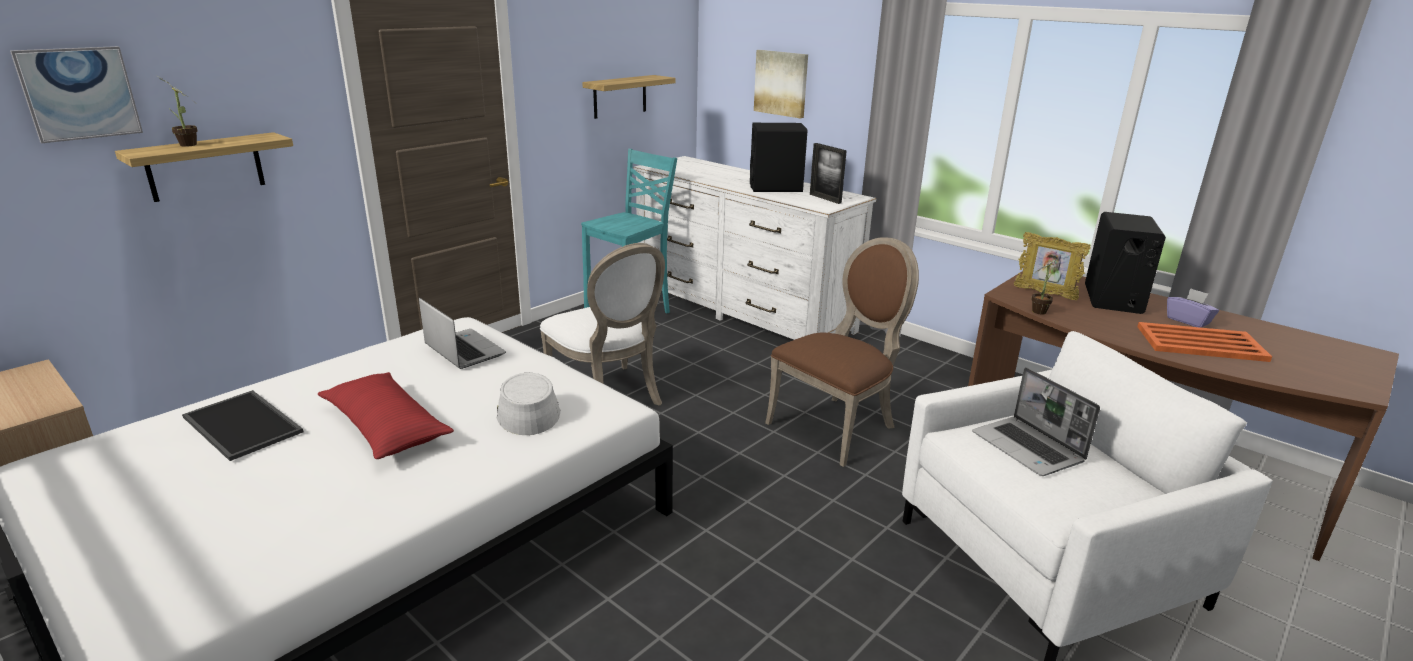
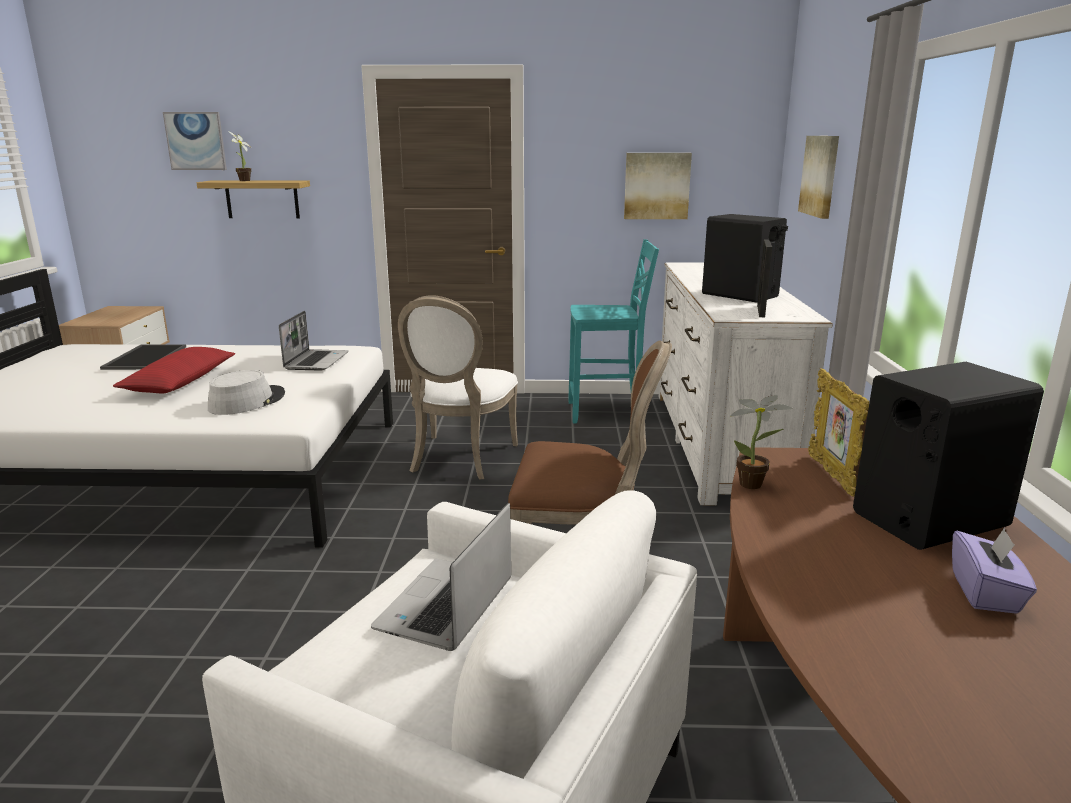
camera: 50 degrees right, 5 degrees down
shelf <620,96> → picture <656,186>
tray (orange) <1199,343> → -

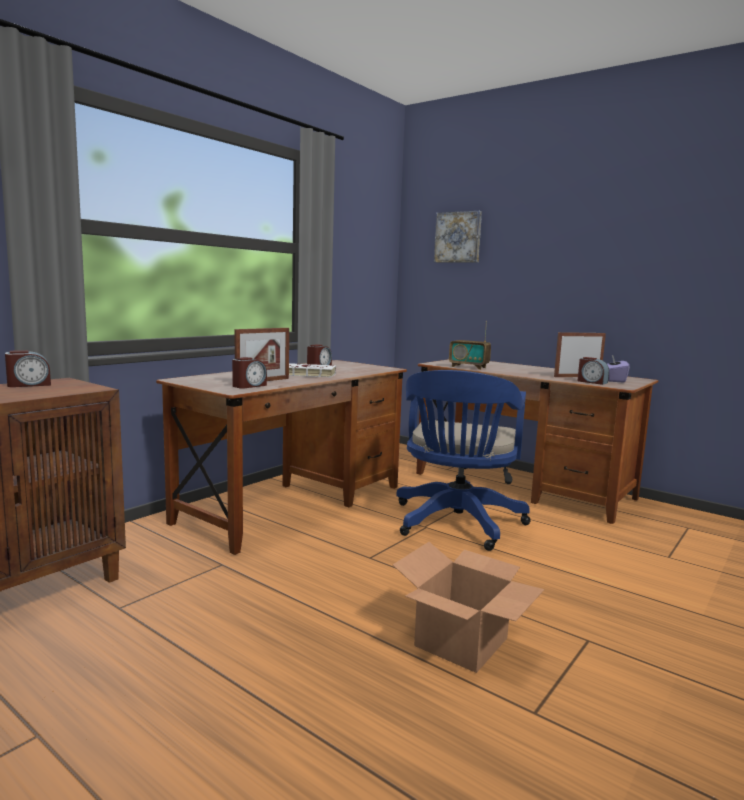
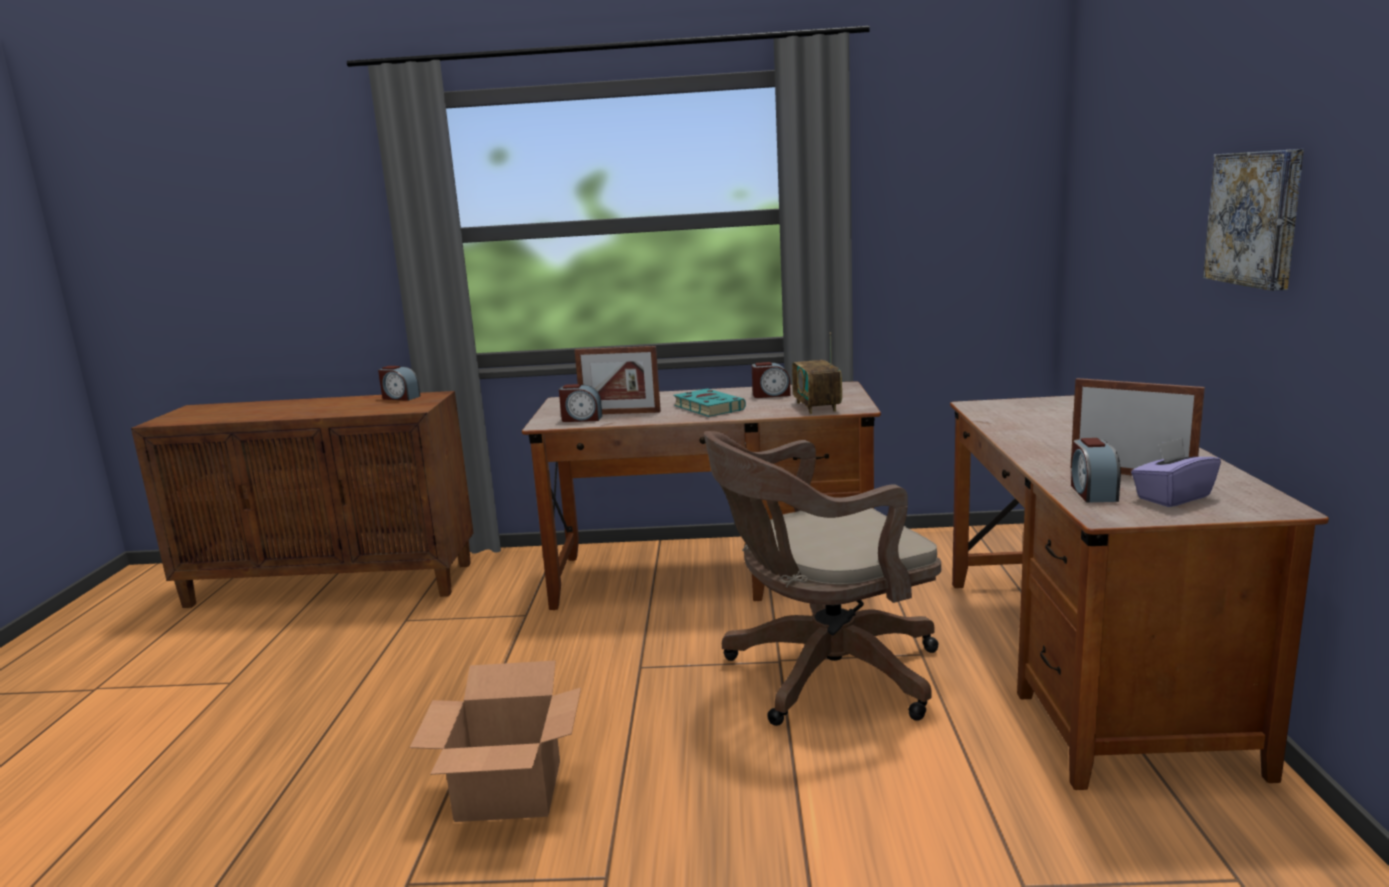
camera: 55 degrees right, 5 degrees up
picture <458,237> → picture <1257,218>, move
radio <468,367> → radio <817,407>, move
book (white) <308,374> → book (turquoise) <707,407>
office chair (blue) <456,524> → office chair (brown) <823,675>

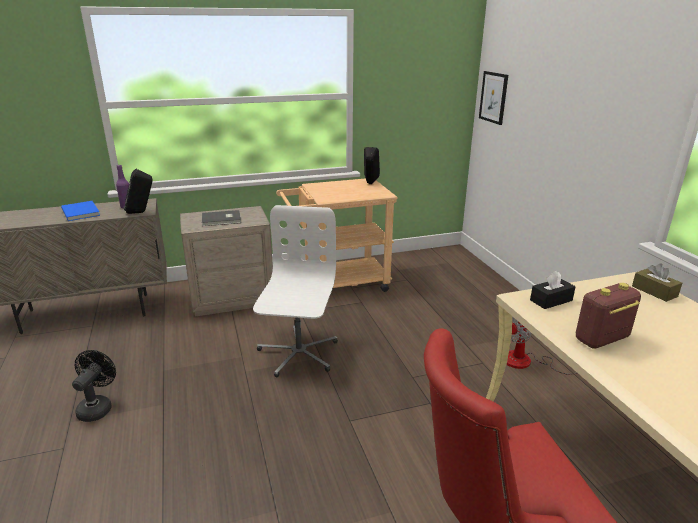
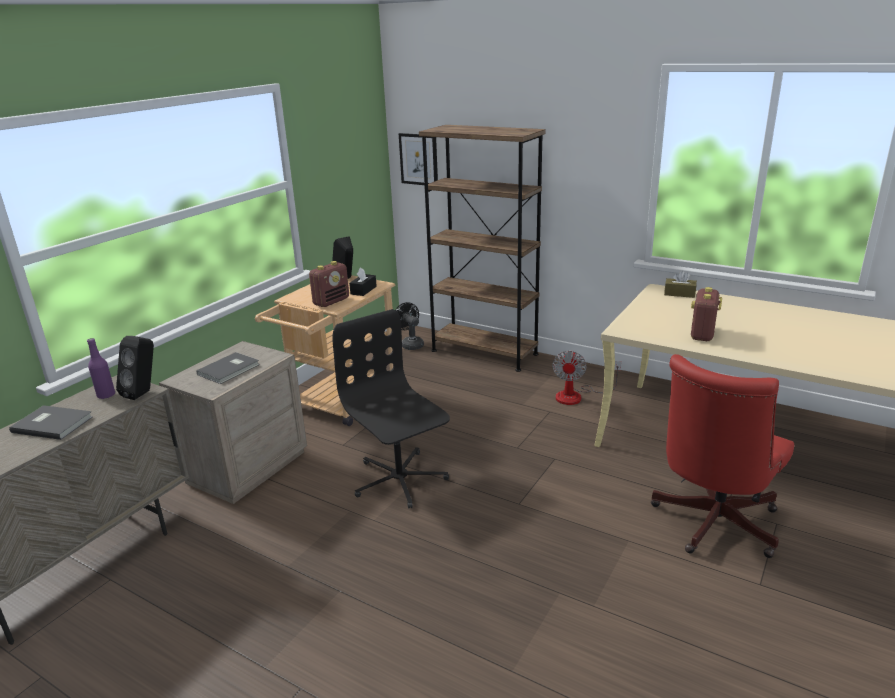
camera: 40 degrees left, 0 degrees up
book (blue) <82,212> → book (grey) <53,423>
office chair (white) <298,353> → office chair (black) <399,480>
tissue box (black) <551,300> → tissue box (black) <363,290>, move
fan (black) <97,407> → fan (black) <410,344>, move
- → bookcase (brown) <484,352>
- → radio <331,301>

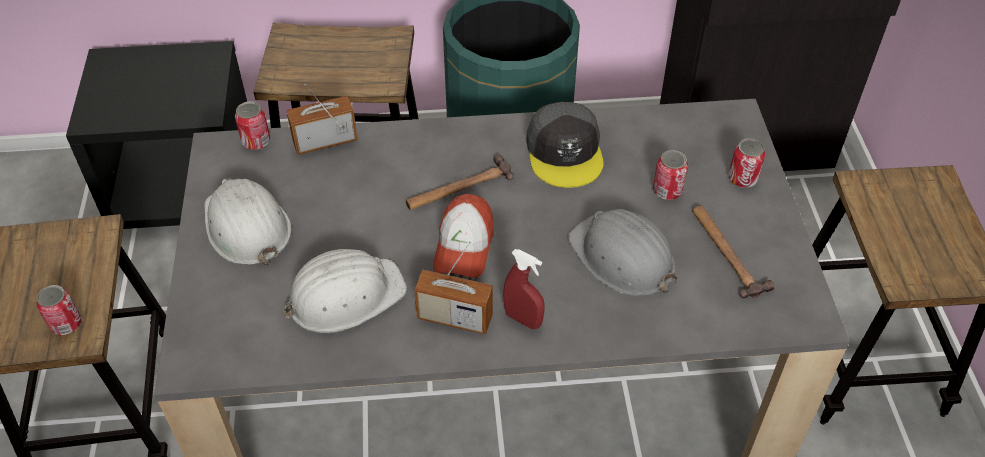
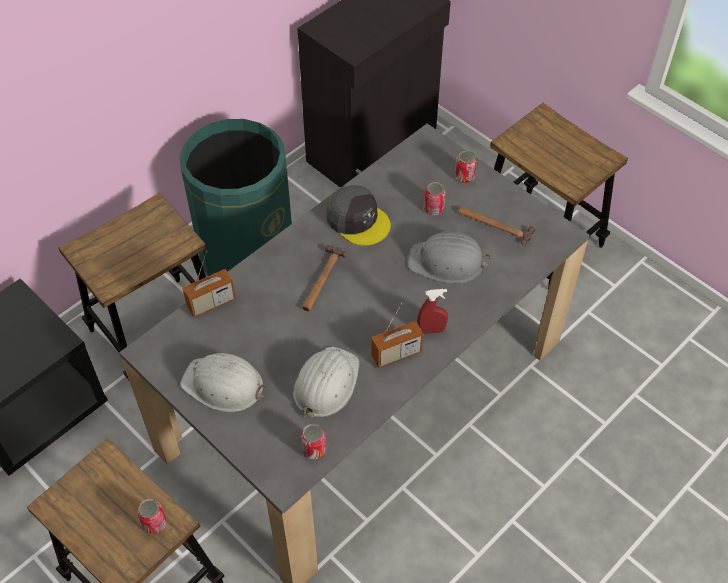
camera: 40 degrees left, 5 degrees up
radio <325,141> → radio <211,303>, 150 degrees counterclockwise
can <256,141> → can <314,449>, move
cap <464,246> → -

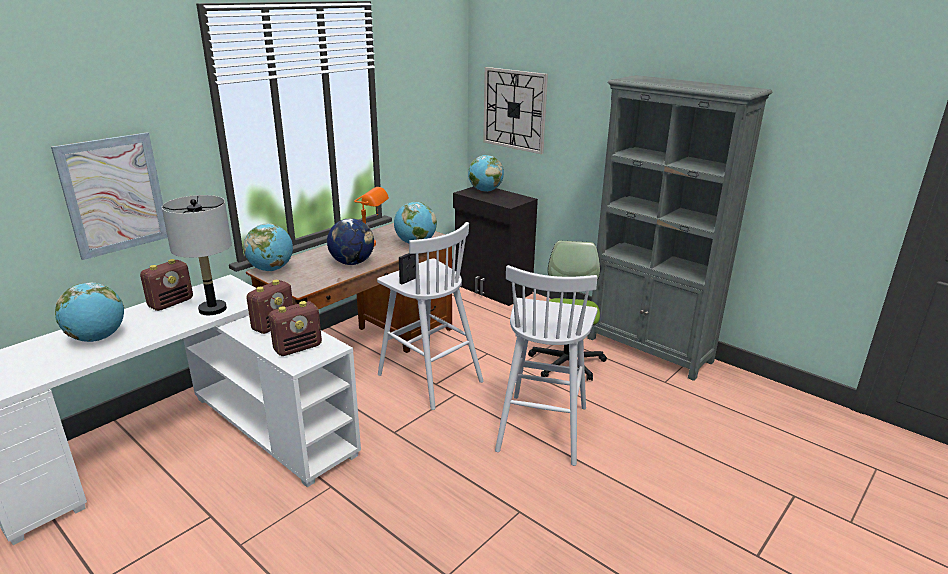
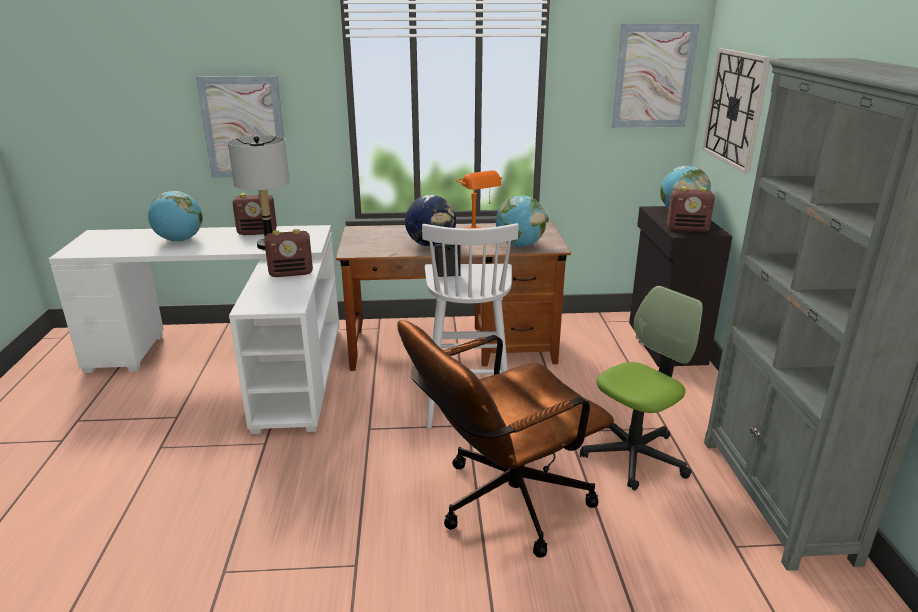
camera: 45 degrees right, 0 degrees up
globe <271,269> → -
stool (white) <543,427> → office chair (brown) <501,504>
radio <298,348> → radio <687,229>, move
- → picture <653,76>

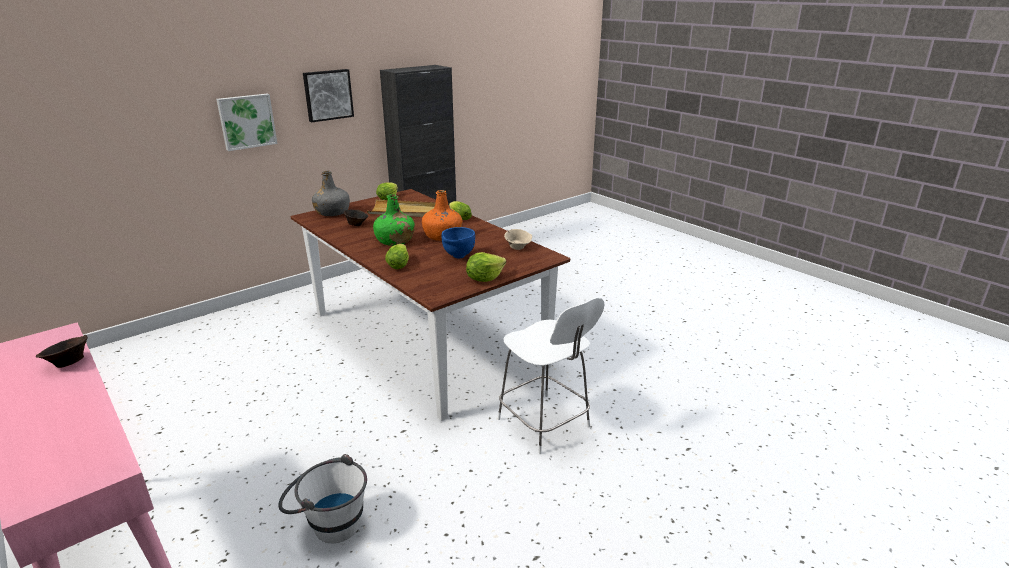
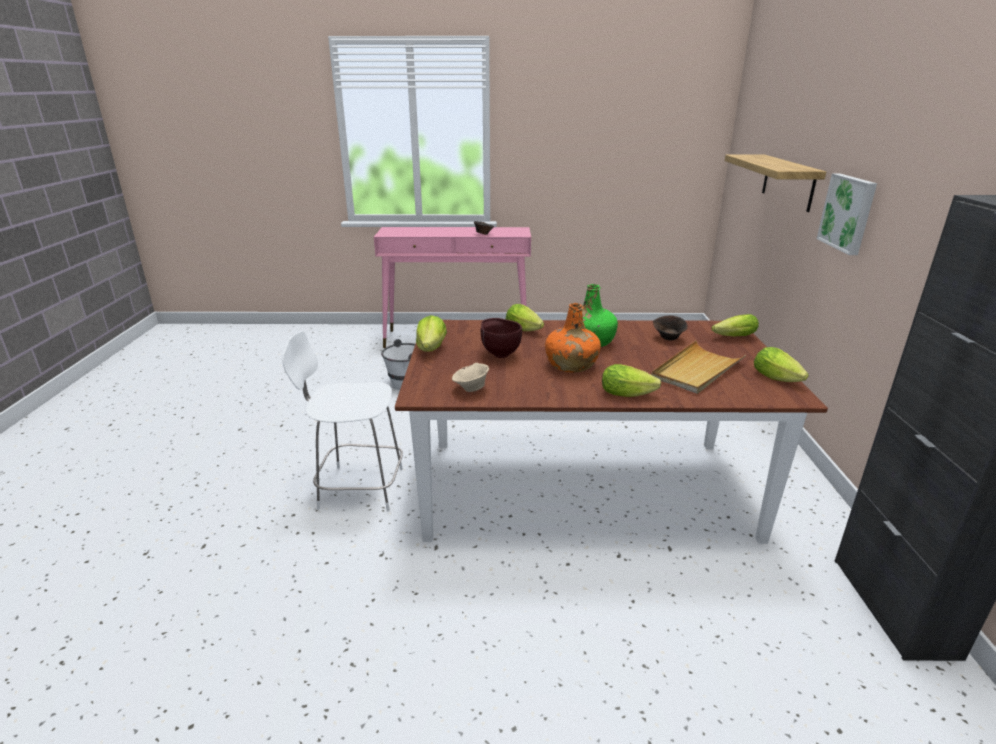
camera: 130 degrees right, 0 degrees up
picture <328,95> → -
bottle (grey) <332,212> → lettuce <732,337>
bowl (blue) <458,257> → bowl (brown) <500,354>
- → shelf <788,182>

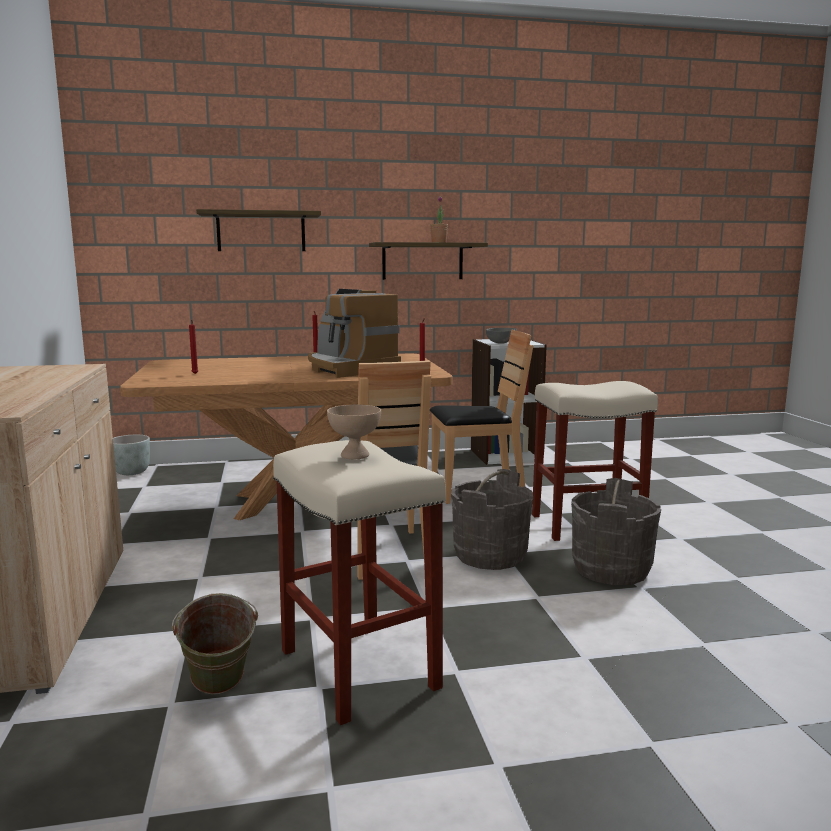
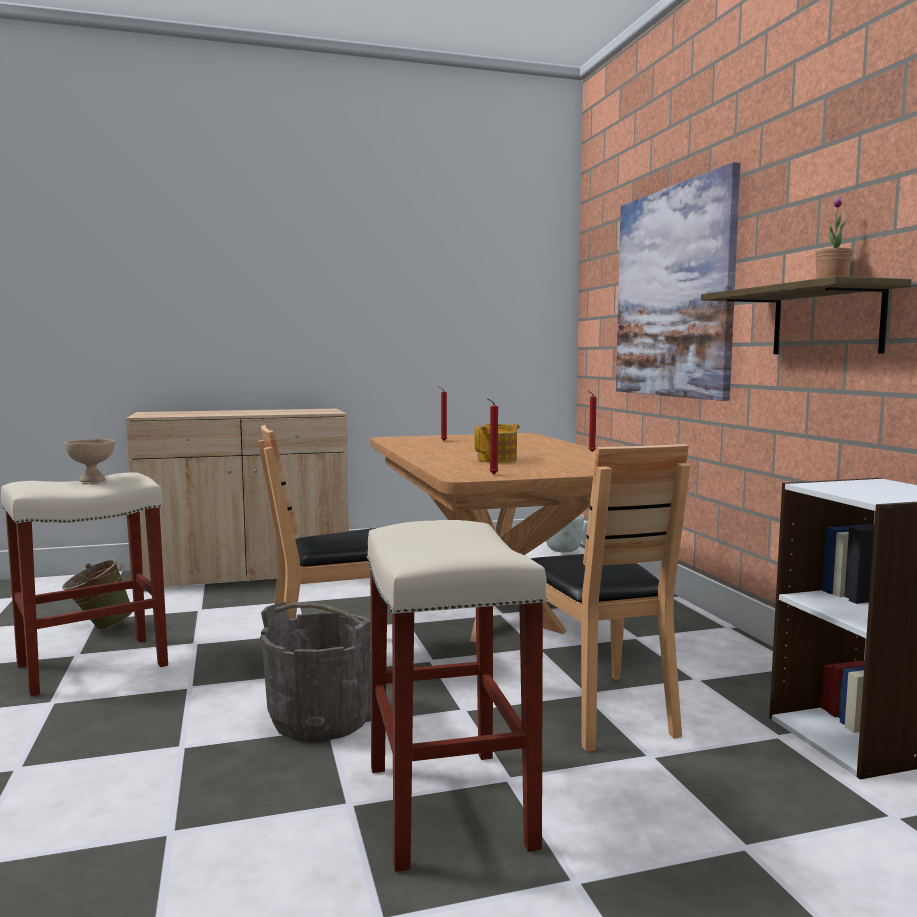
camera: 85 degrees right, 5 degrees down
shelf <261,232> → picture <673,293>
coffee machine <348,369> → teapot <498,460>
bowl (grey) <501,343> → -
bucket (grey) <611,569> → -

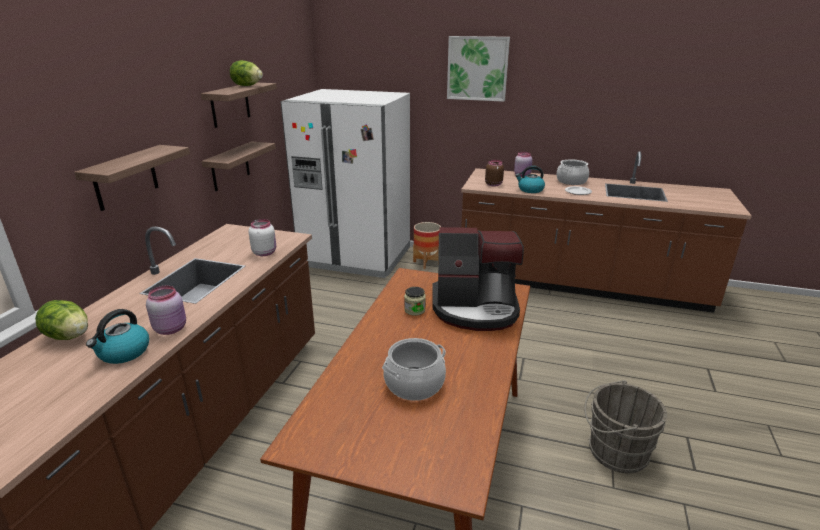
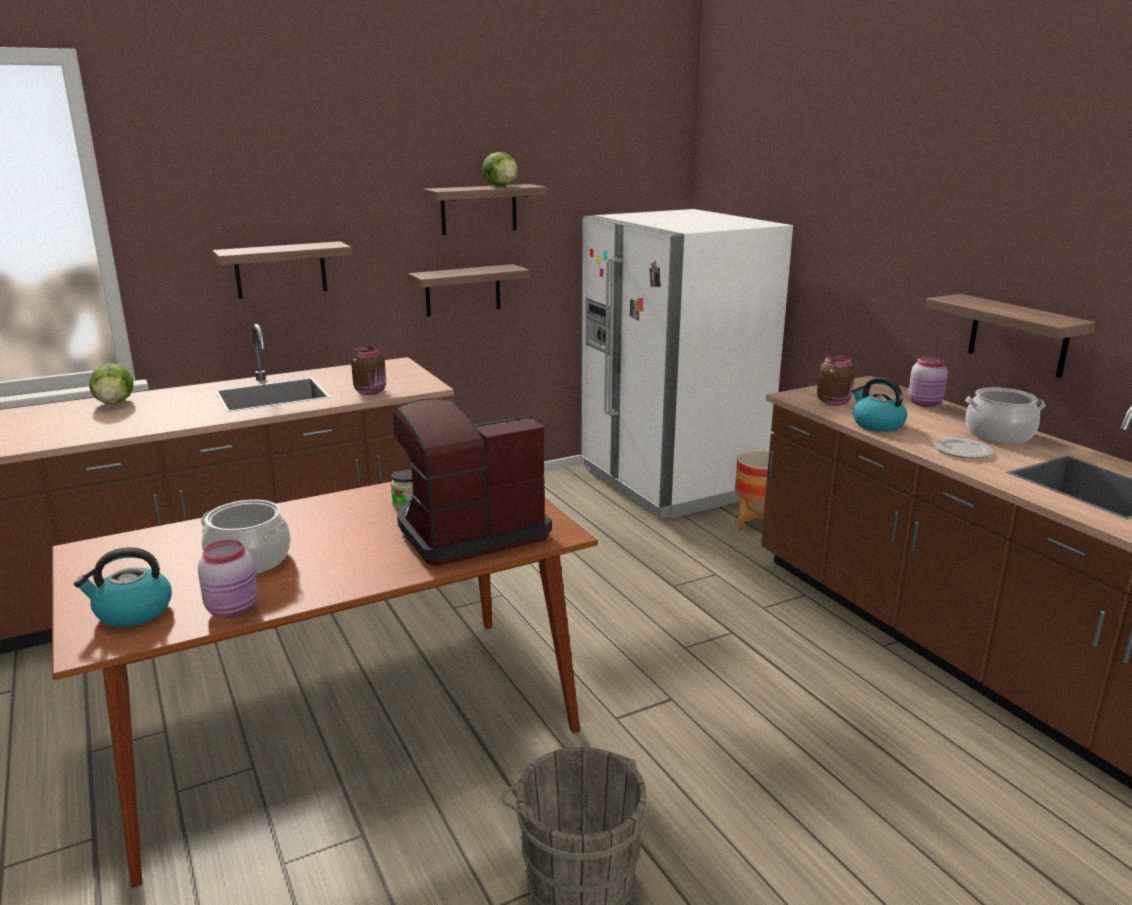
camera: 45 degrees right, 5 degrees down
picture <477,68> → -
jar (white) <265,252> → jar (brown) <371,391>
coffee machine <475,308> → coffee machine <469,531>, 105 degrees clockwise
jar (pink) <171,328> → jar (pink) <234,609>, move
kettle <123,353> → kettle <132,612>, move
- → shelf <1018,336>

